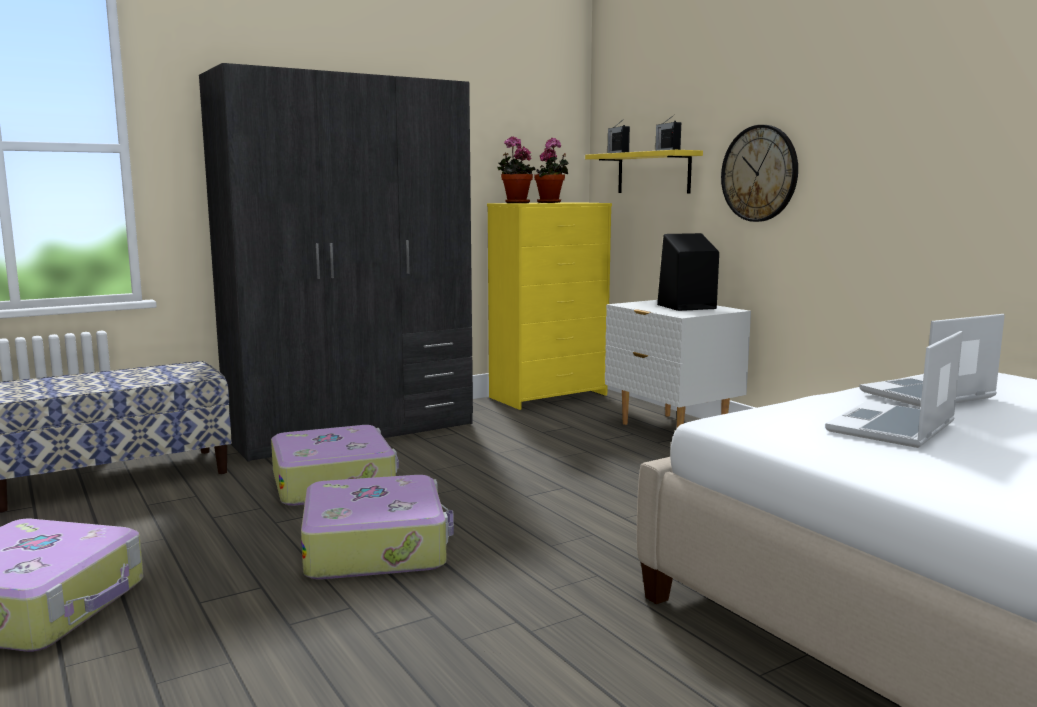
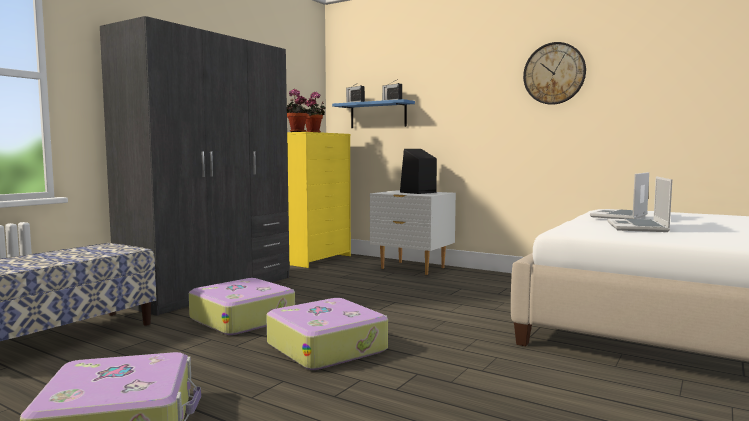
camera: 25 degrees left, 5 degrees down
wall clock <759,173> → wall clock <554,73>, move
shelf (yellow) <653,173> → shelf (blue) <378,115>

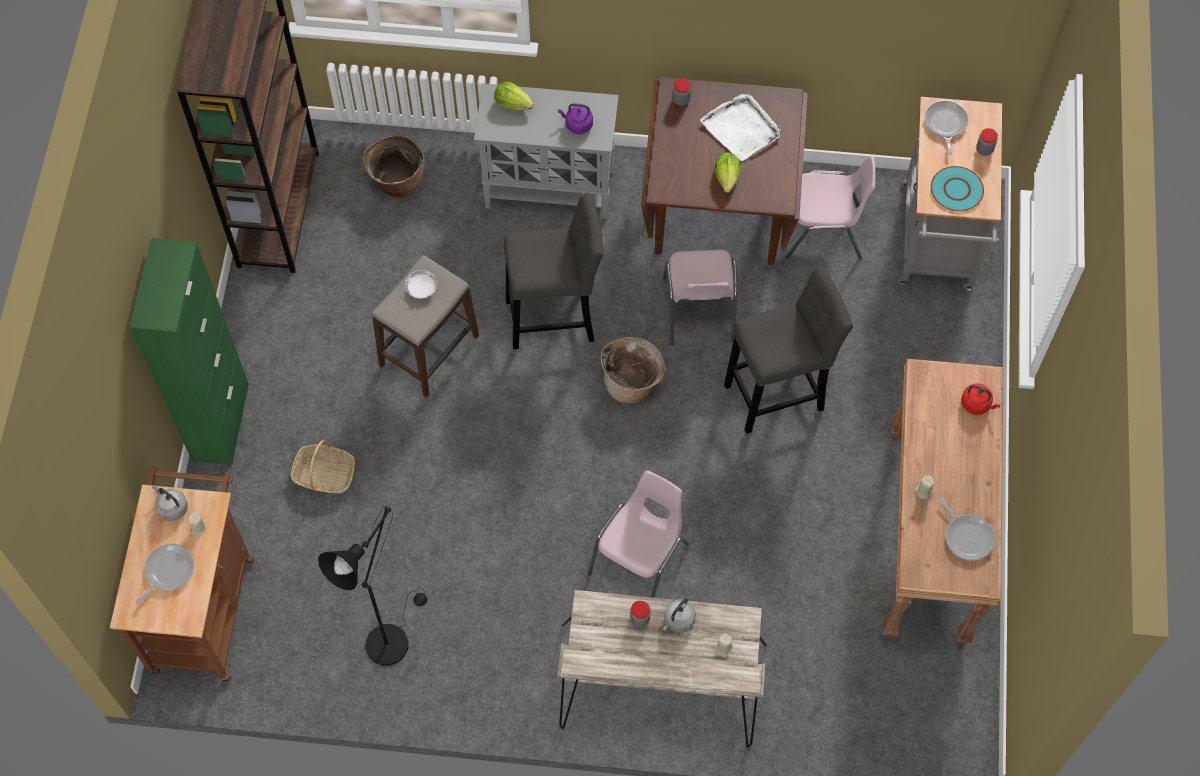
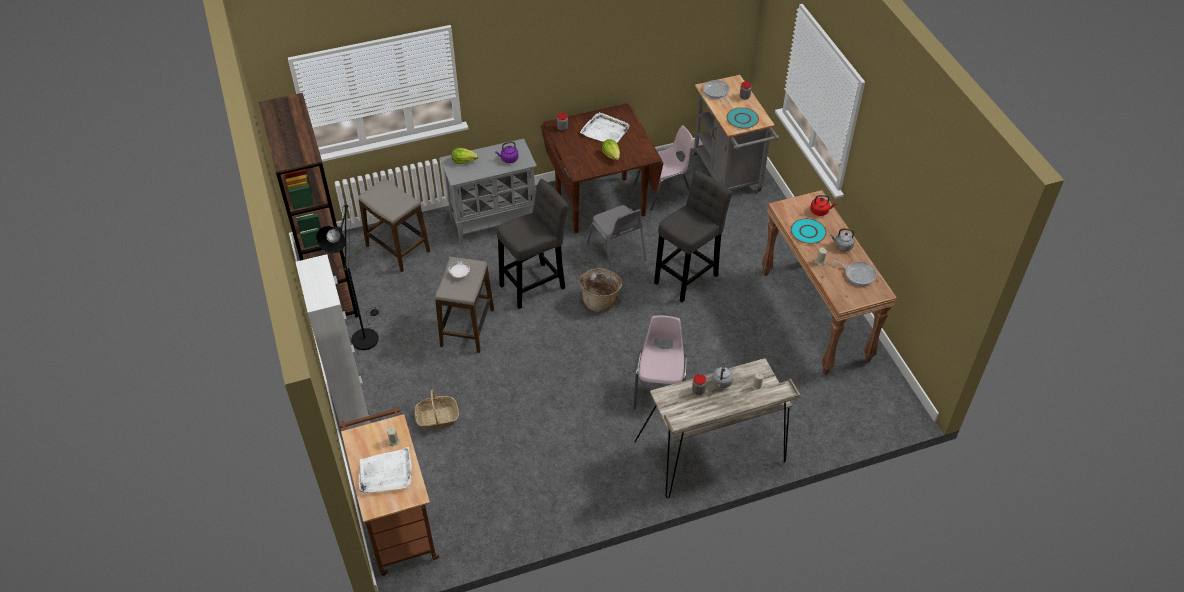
camera: 25 degrees left, 15 degrees down
basket <397,182> → stool <398,249>
cabinet (green) <220,422> → cabinet (white) <352,413>
chair (pink) <698,310> → chair (grey) <617,252>
kettle (grey) <172,507> → kettle (grey) <842,246>, move
floor lamp (black) <390,637> → floor lamp (black) <365,335>, move
frying pan <168,571> → tray (white) <386,473>
- → plate (turquoise) <808,232>

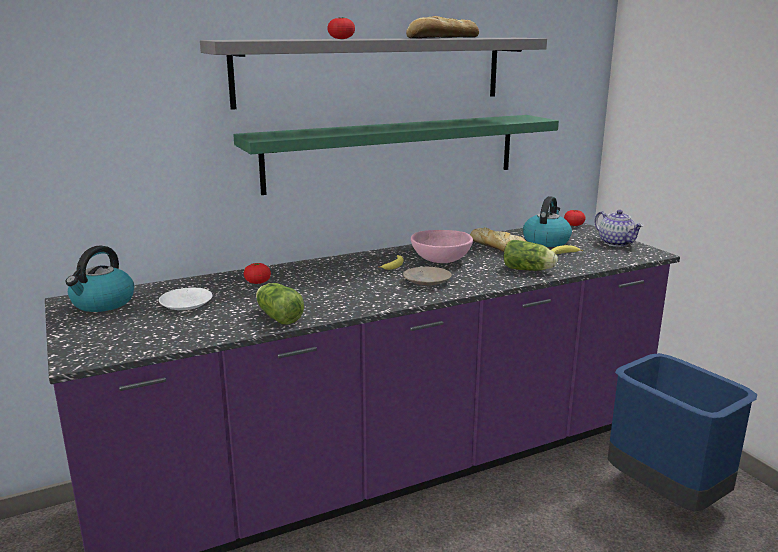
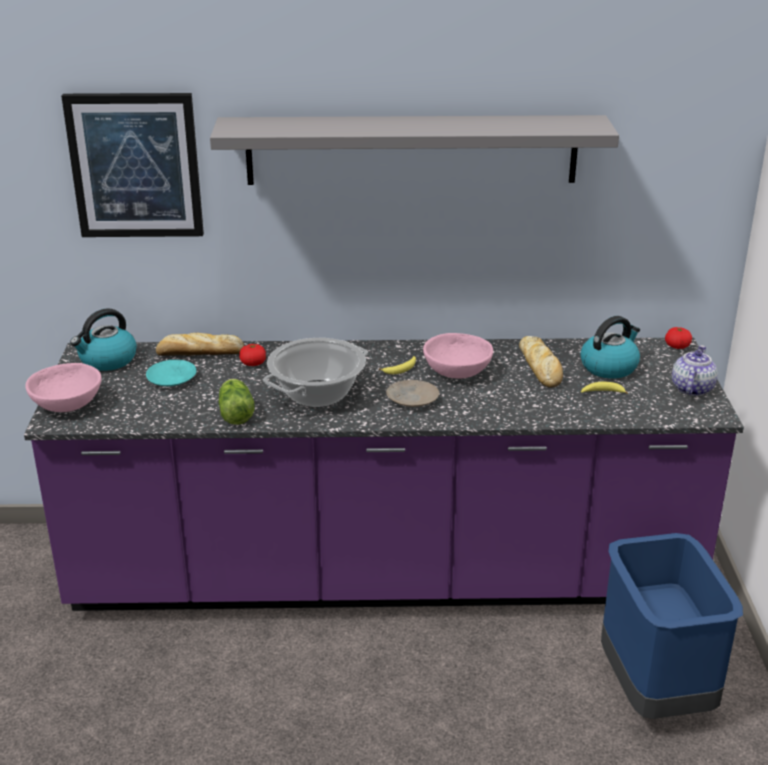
camera: 25 degrees right, 10 degrees up
bread <442,38> → bread <198,353>, move
tomato <341,39> → -
shelf (green) <394,152> → -
teapot <616,243> → teapot <691,388>, 150 degrees counterclockwise
lettuce <529,270> → -
plate (white) <187,304> → plate (turquoise) <172,378>
- → picture <135,166>
- → cooking pot <317,394>
- → bowl (pink) <67,404>

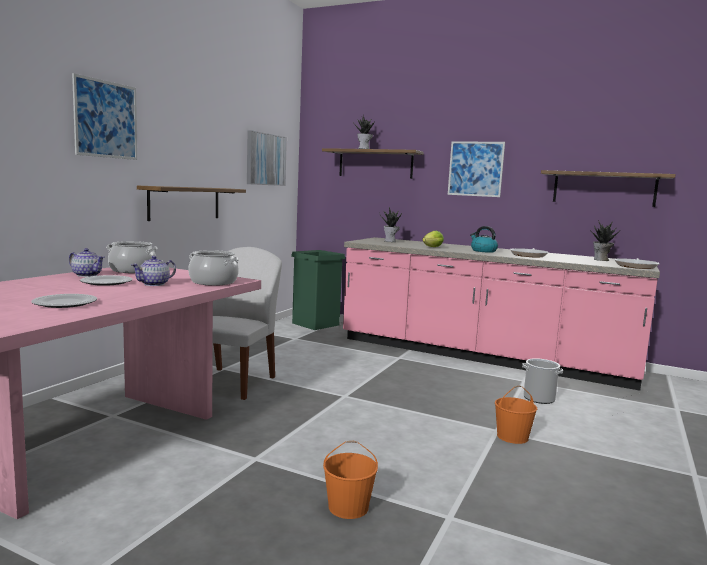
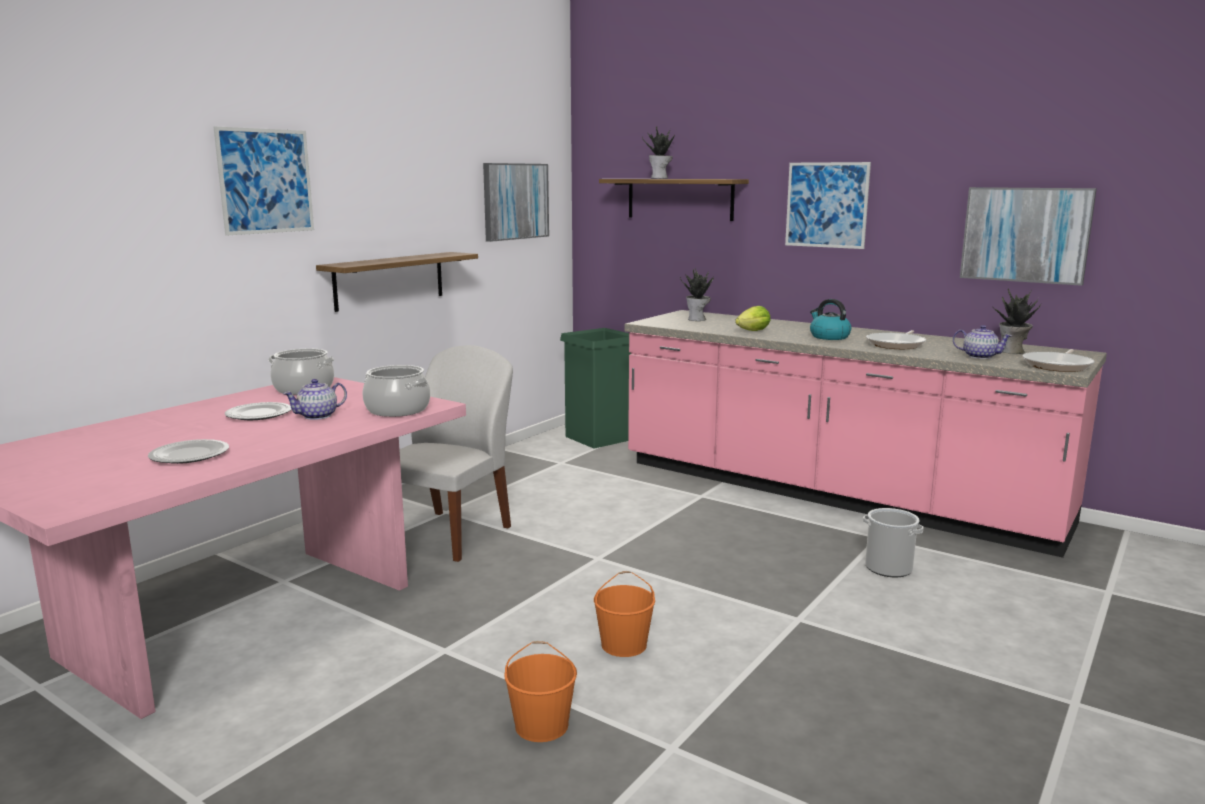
camera: 10 degrees right, 5 degrees up
shelf <604,188> → picture <1025,234>
teapot <87,275> → teapot <979,356>, move
bucket (orange) <512,436> → bucket (orange) <624,644>, move

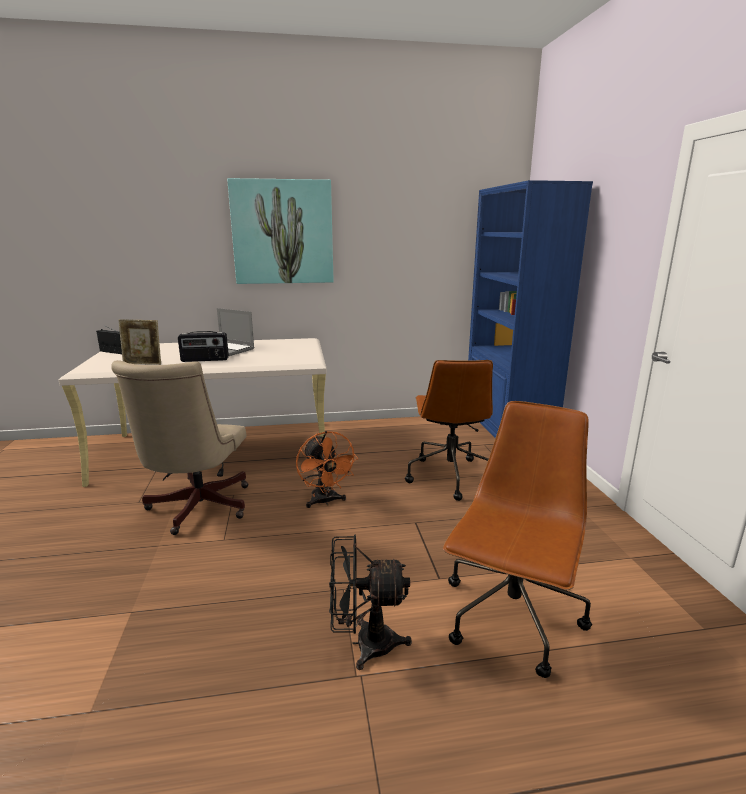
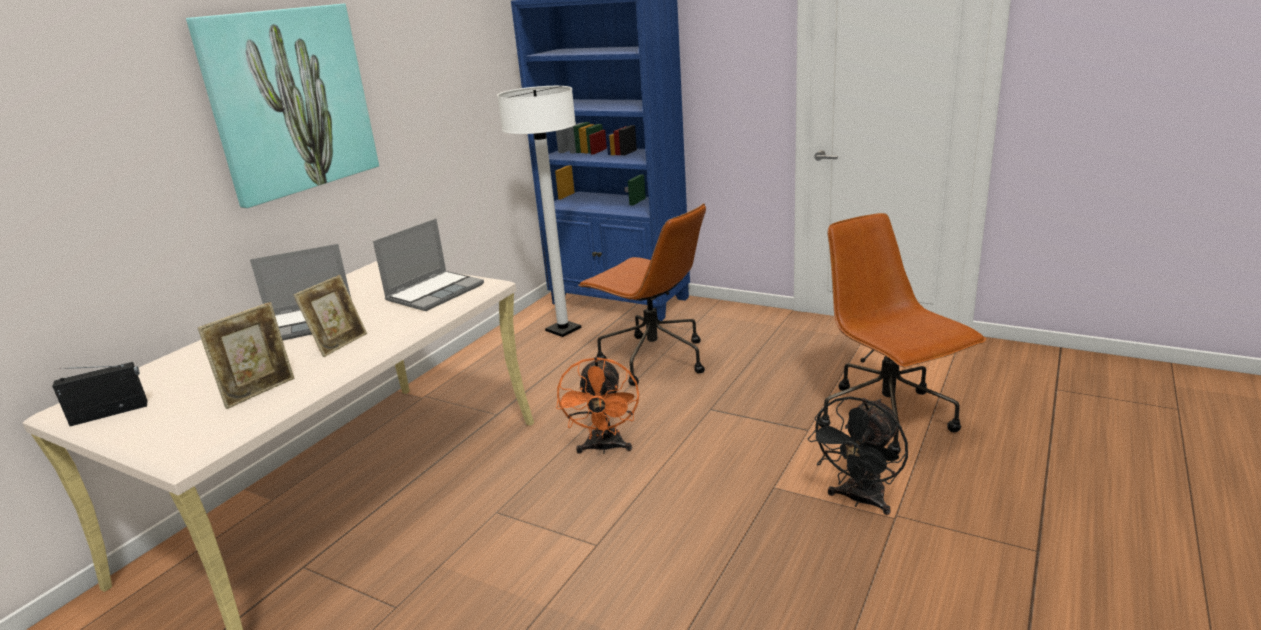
camera: 50 degrees left, 5 degrees up
radio <205,360> → picture frame <339,343>
office chair (beige) <196,509> → -
fan (orange) <325,501> → fan (orange) <604,448>, 75 degrees clockwise
- → floor lamp (white) <563,330>
- → laptop <435,292>

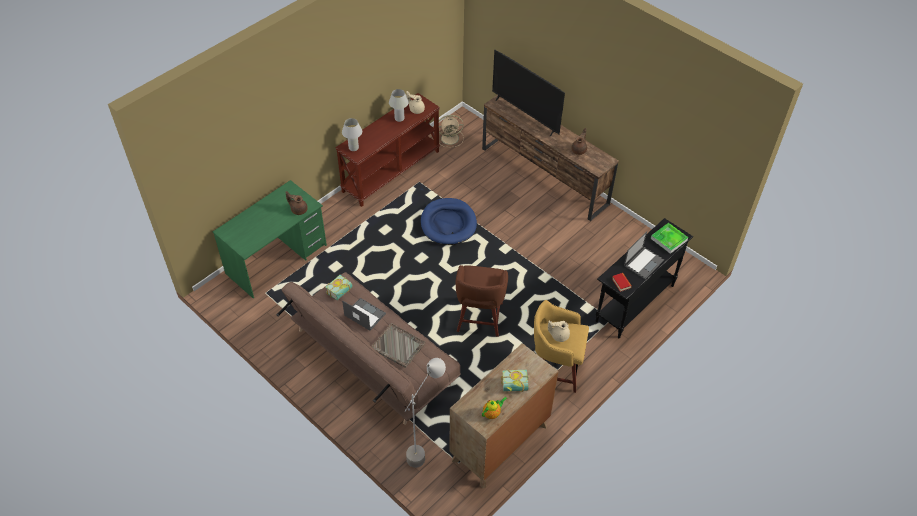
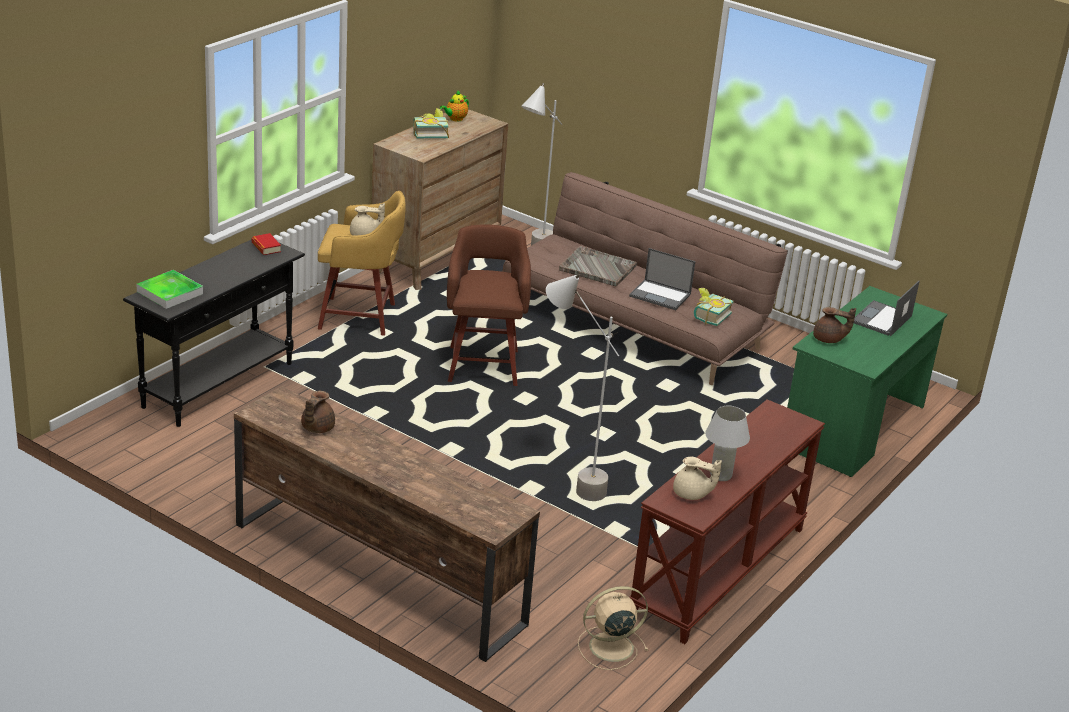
camera: 170 degrees right, 20 degrees down
television <525,115> → -
table lamp (white) <353,148> → -
dog bed (blue) <448,223> → floor lamp (grey) <568,484>
laptop <643,262> → laptop <881,319>, move

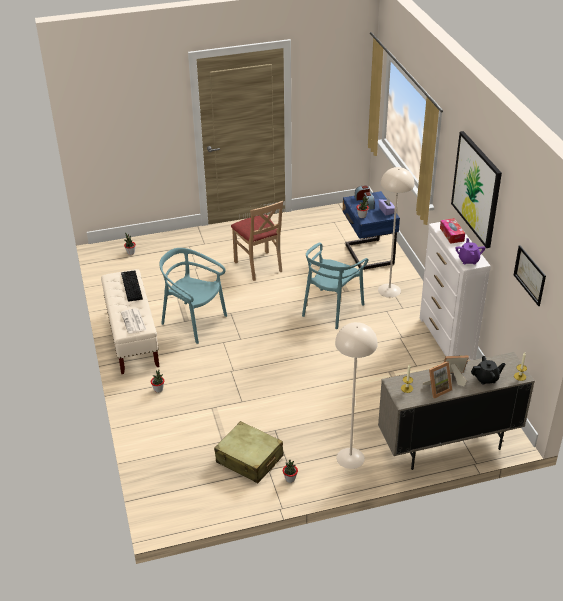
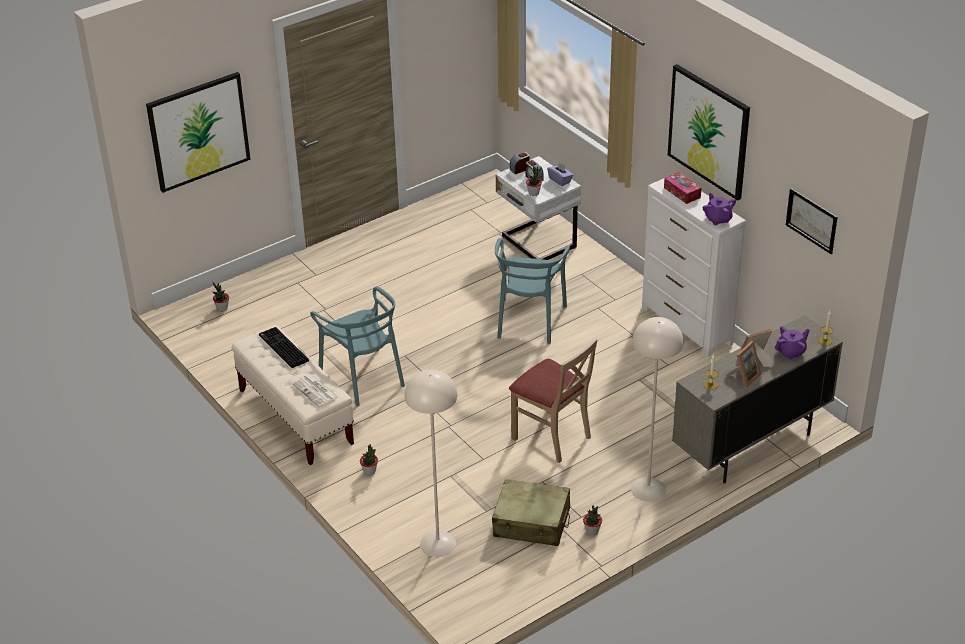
camera: 20 degrees left, 0 degrees up
floor lamp (beige) <389,290> → floor lamp (beige) <438,544>, move
nightstand (blue) <368,255> → nightstand (white) <537,243>
chair (beige) <259,266> → chair (beige) <552,436>, move
chair (turquoise) <193,321> → chair (turquoise) <363,378>, 135 degrees counterclockwise
teapot (black) <486,378> → teapot (purple) <791,352>
- → picture <198,131>

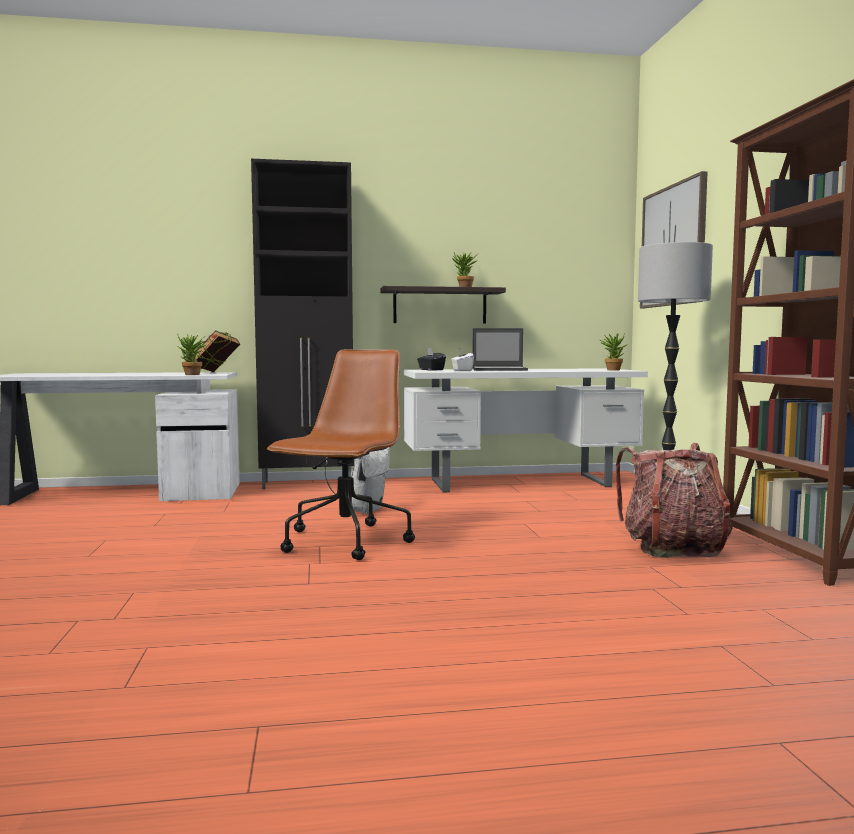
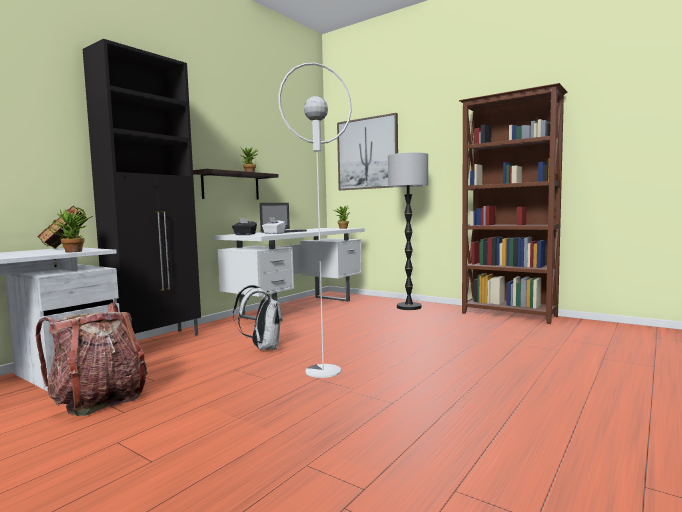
camera: 45 degrees left, 0 degrees up
office chair (brown) <345,542> → floor lamp (white) <323,371>
backpack <672,547> → backpack <99,399>, move

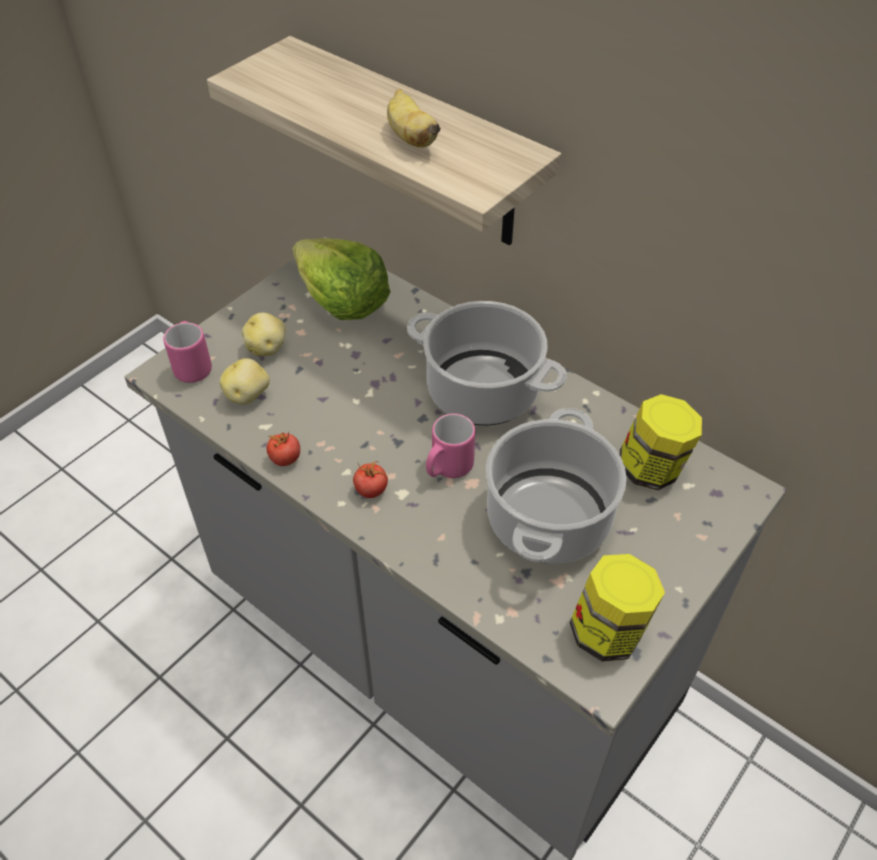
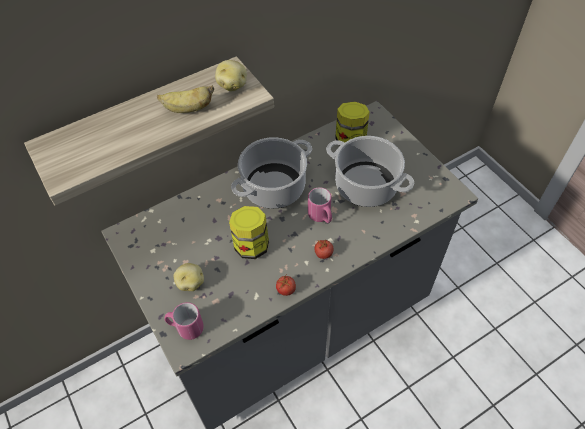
camera: 70 degrees left, 5 degrees up
lettuce <342,301> → -
potato <248,395> → potato <232,85>, move
jar <609,631> → jar <251,245>, move

